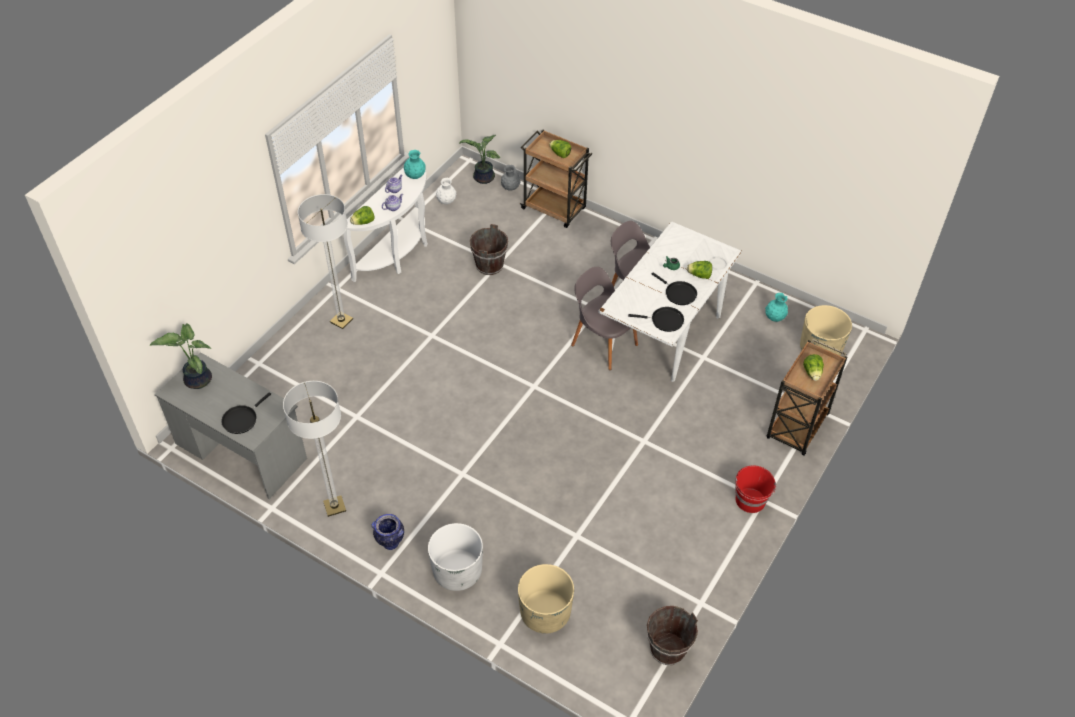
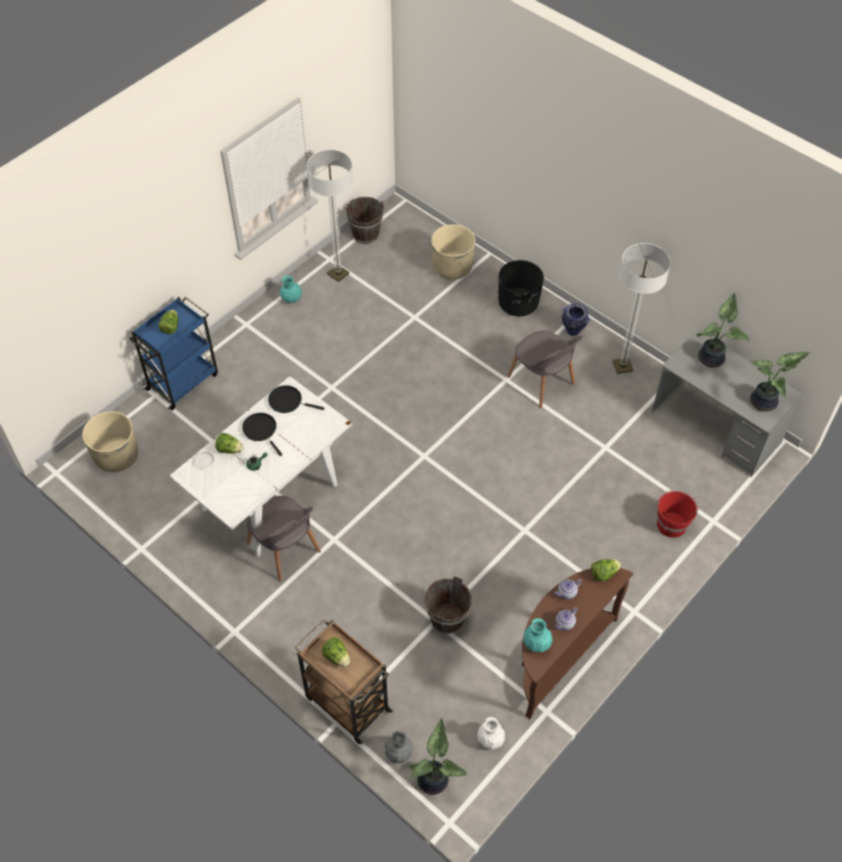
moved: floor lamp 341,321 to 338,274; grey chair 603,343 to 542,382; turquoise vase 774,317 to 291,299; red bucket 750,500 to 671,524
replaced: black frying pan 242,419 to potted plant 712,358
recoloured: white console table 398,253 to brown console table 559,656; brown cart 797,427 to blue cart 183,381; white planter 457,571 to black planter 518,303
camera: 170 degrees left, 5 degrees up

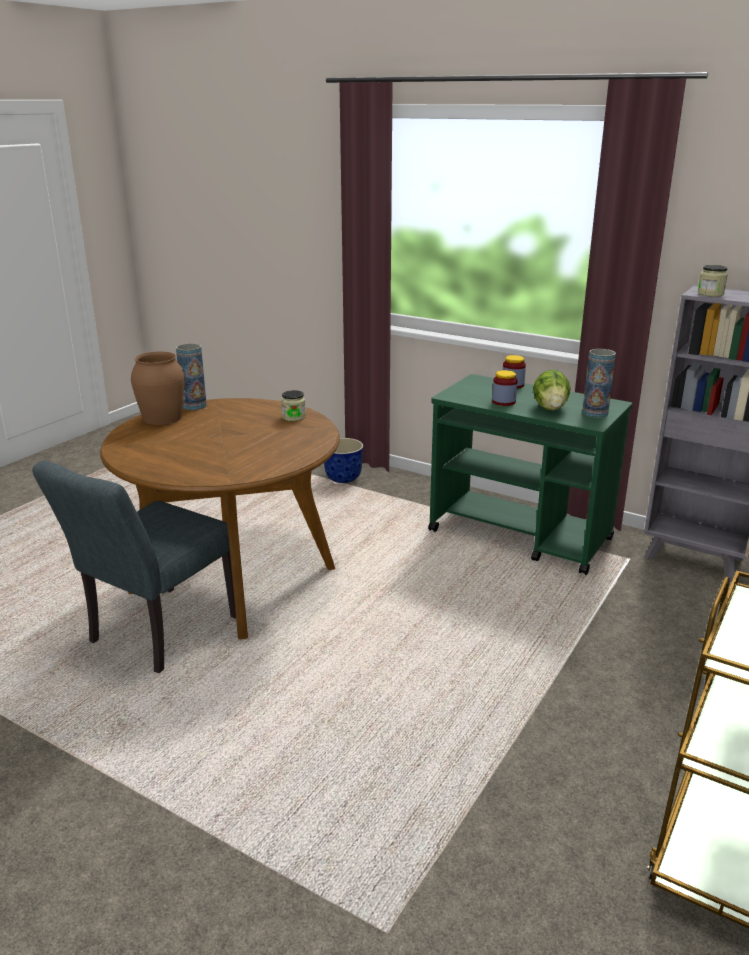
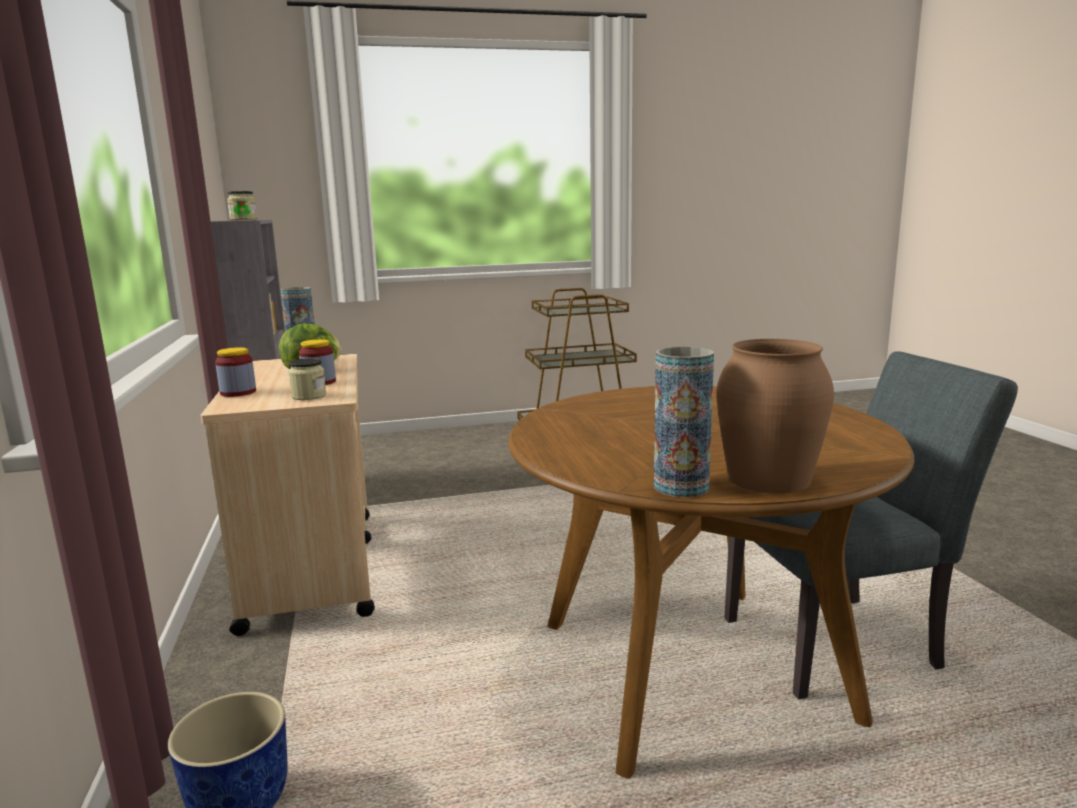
moved: jar 293,417 to 309,396
recoloured: green cart 521,535 to beige cart 312,567
camera: 135 degrees left, 10 degrees down

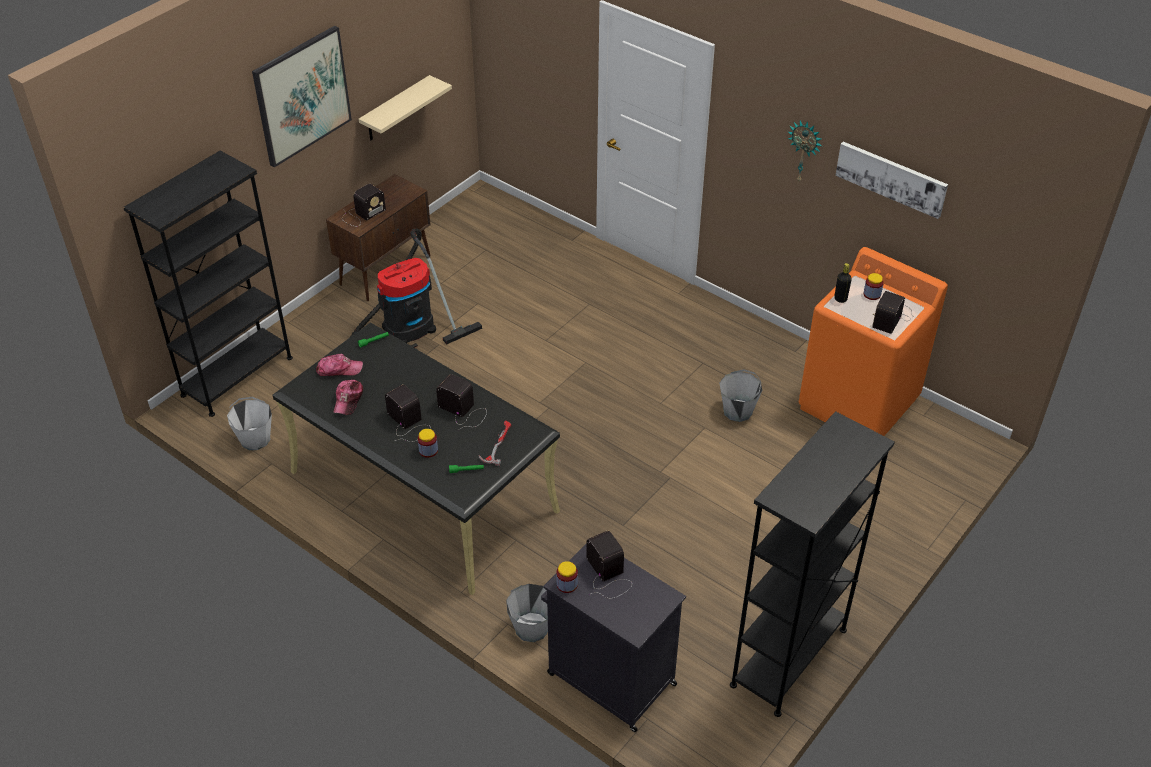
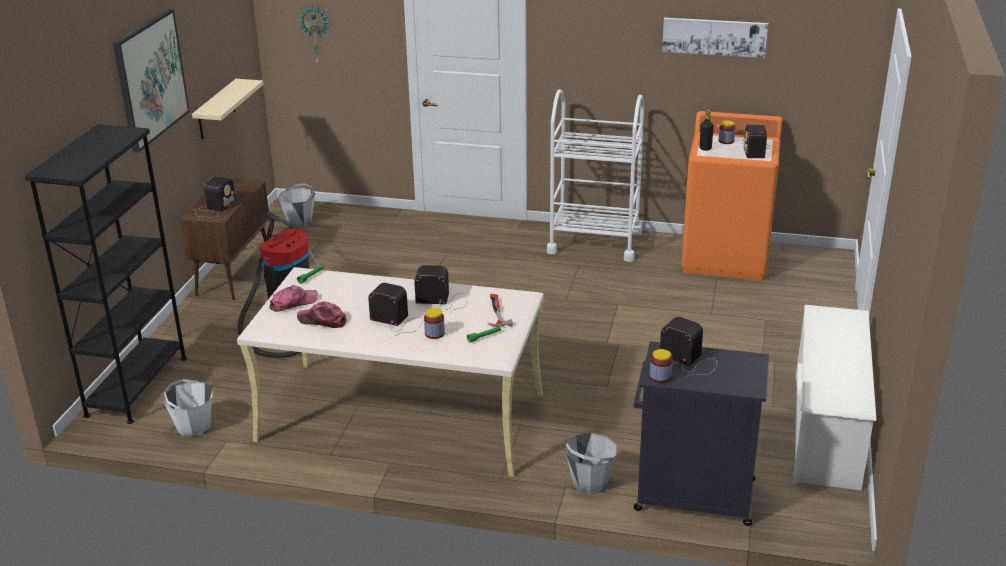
added: white cart 594,243
moved: wall clock 804,151 to 316,34; grey bucket 738,411 to 299,221
replaced: black bookcase 789,657 to white shoe rack 826,430
recoloured: black desk 422,491 to beige desk 400,417
turned: cap 348,400 = 322,321 120 degrees clockwise
camera: 25 degrees left, 15 degrees down

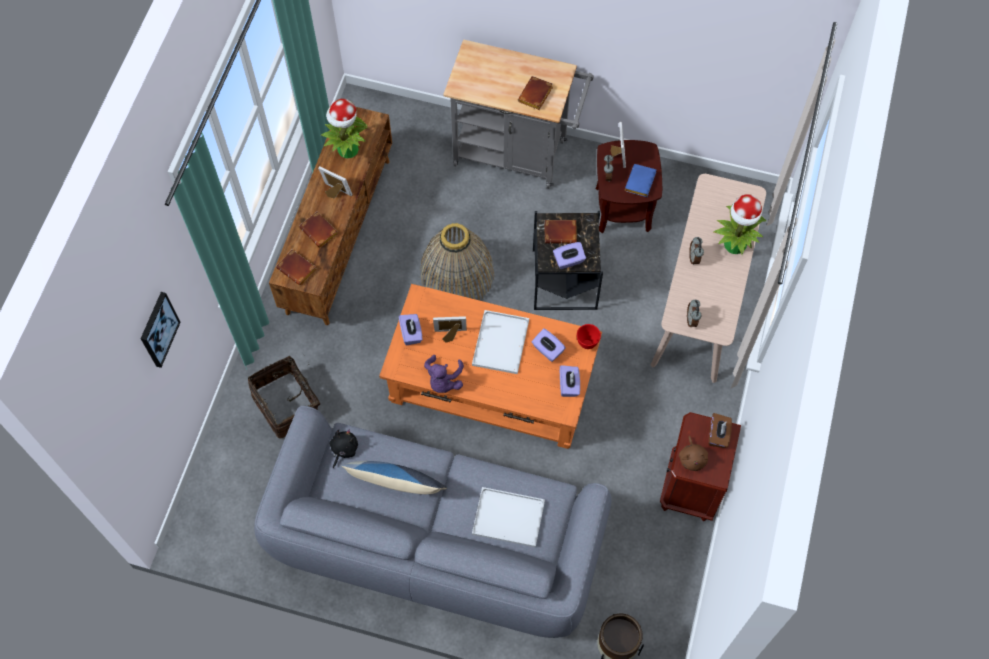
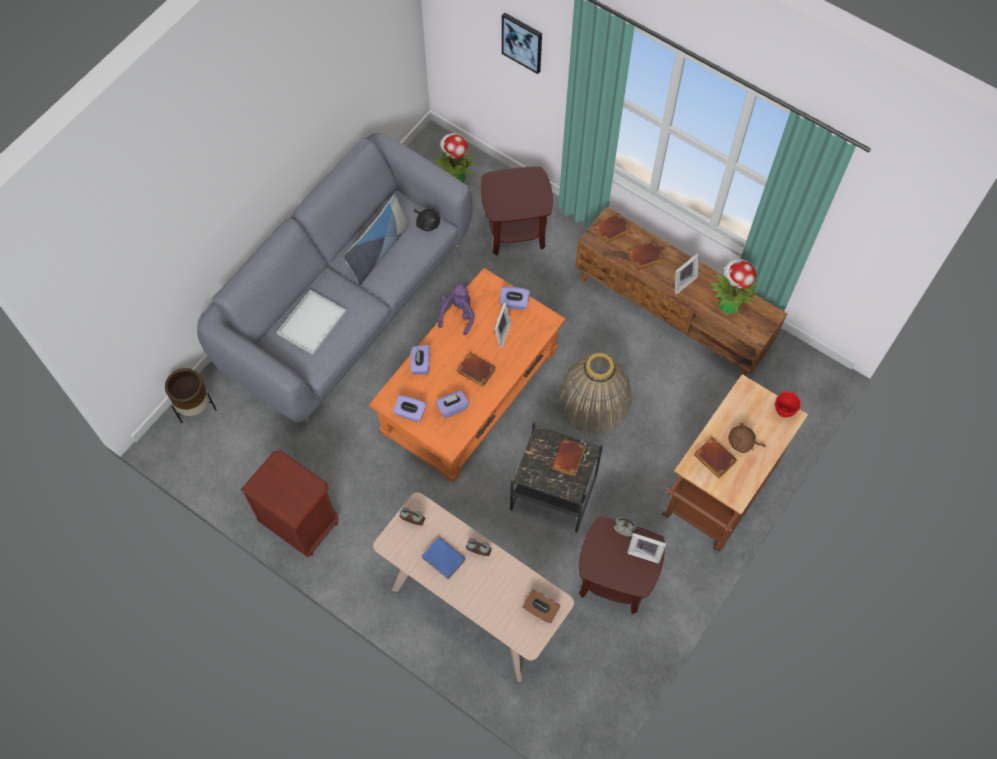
moved: blue book 641,183 to 442,559; potted plant 735,245 to 455,178; purple tissue box 569,260 to 420,364; red bowl 586,344 to 783,411; brown tissue box 718,435 to 540,610; brown plush toy 692,458 to 742,443
replaced: white tray 501,344 to brown book 474,371; basket 288,404 to brown side table 515,231
recoloured: grey cart 517,154 to brown cart 714,500
turned: purple plush toy 443,381 = 458,314 75 degrees clockwise
camera: 110 degrees right, 0 degrees up

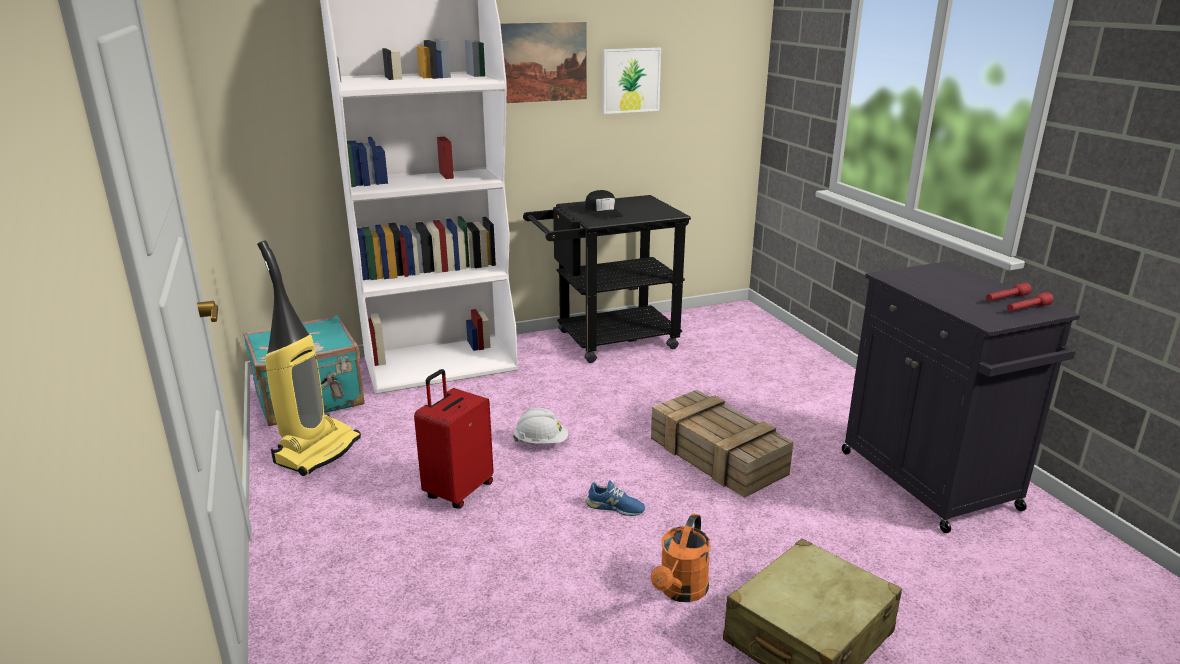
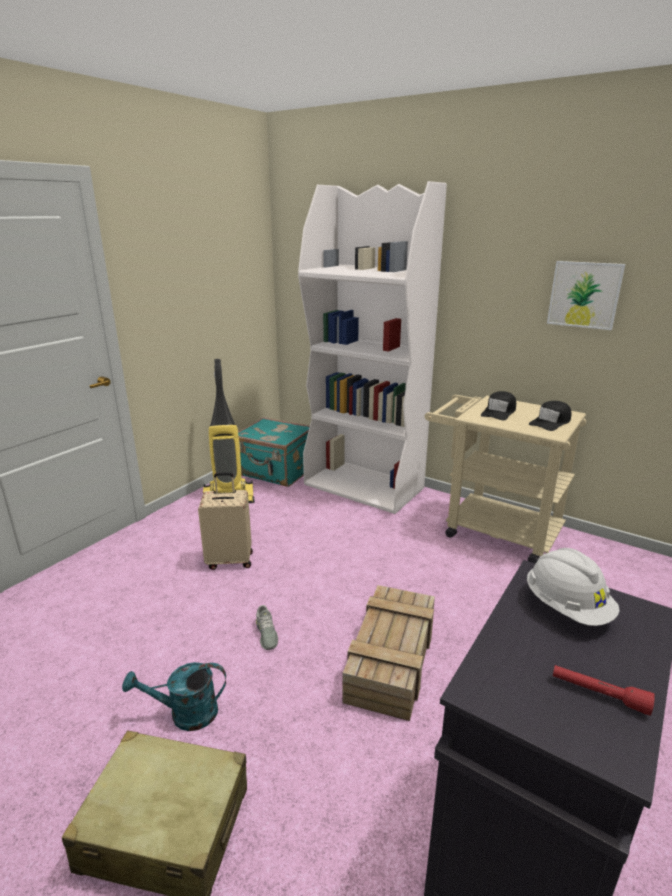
removed: picture 542,62; red flashlight 1027,309
added: black cap 550,422
moved: white hard hat 541,442 to 567,608
recoloured: black cart 606,341 to beige cart 491,529; red suitcase 458,491 to beige suitcase 230,560; blue shoe 615,507 to grey shoe 266,634; orange watering can 680,591 to turquoise watering can 185,714
camera: 55 degrees right, 0 degrees up

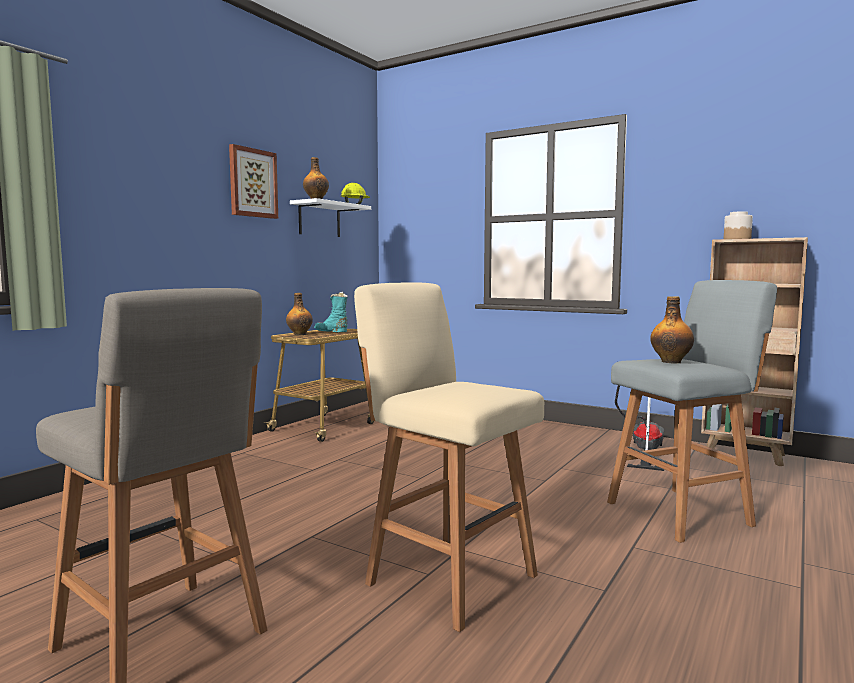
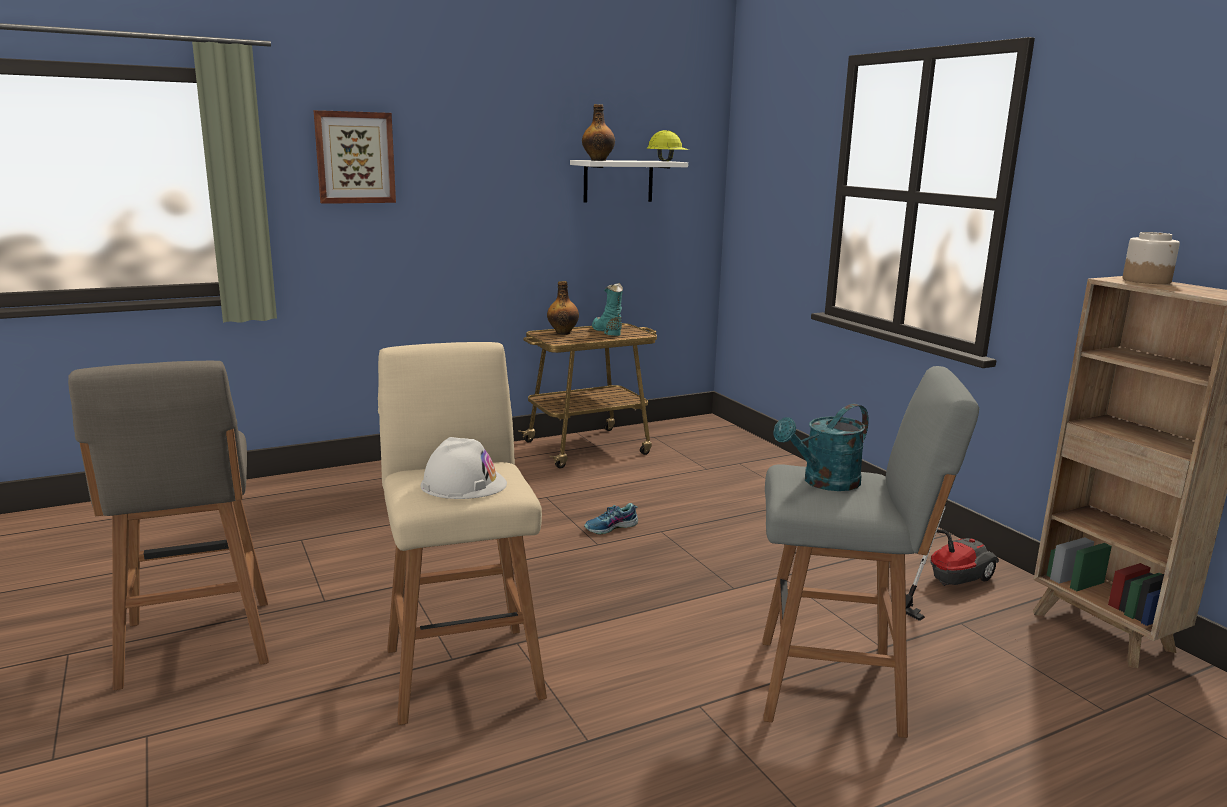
added: white hard hat 463,484; shoe 611,527
moved: picture 252,183 to 355,157
replaced: bottle 671,361 to turquoise watering can 824,483
camera: 30 degrees right, 10 degrees up

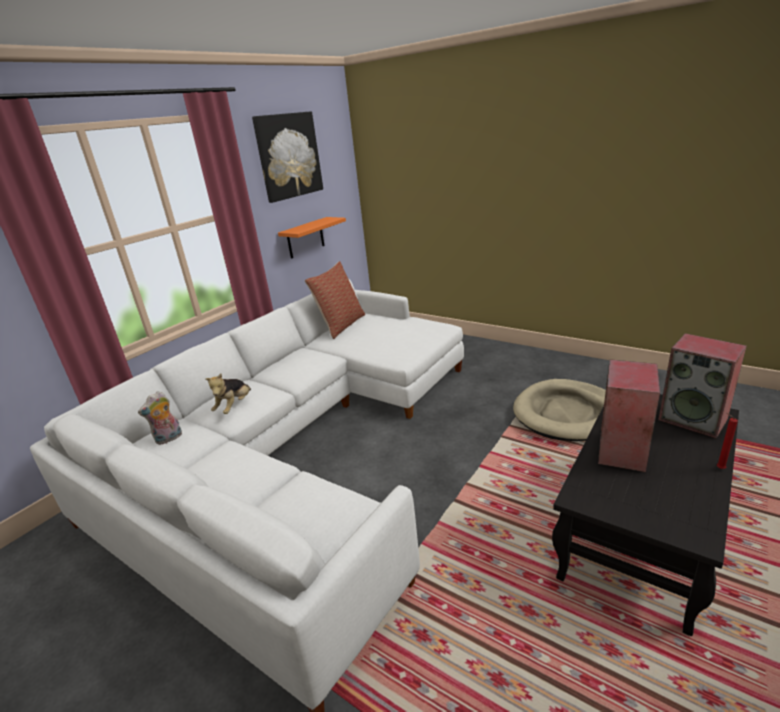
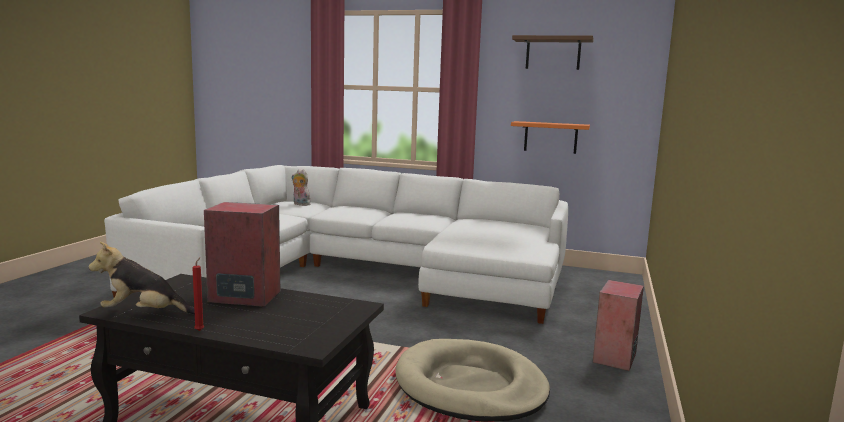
removed: pillow 341,325
moved: speaker 693,419 to 615,358; plush toy 234,406 to 144,313
replaced: picture 288,156 to brown shelf 553,53
camera: 70 degrees right, 15 degrees down

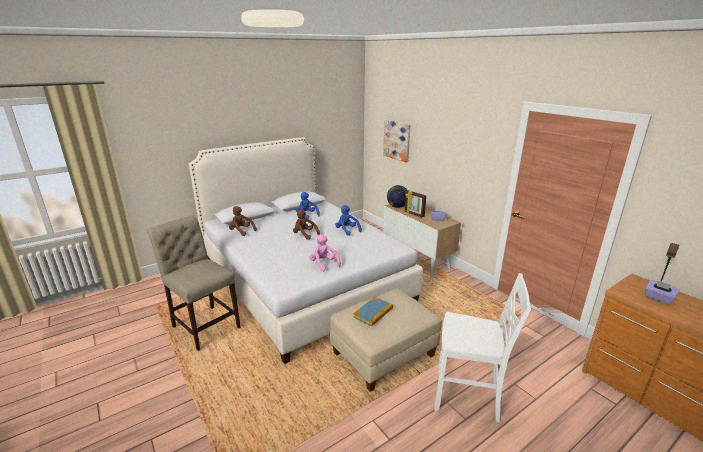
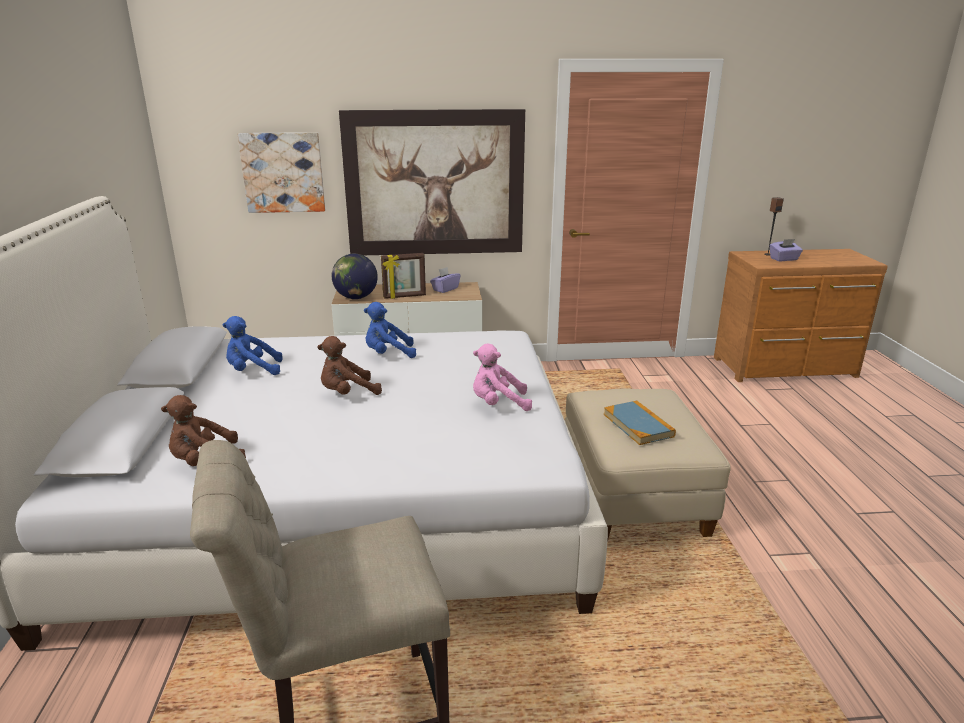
removed: white chair 468,397
added: picture 435,184
camera: 60 degrees left, 0 degrees up

